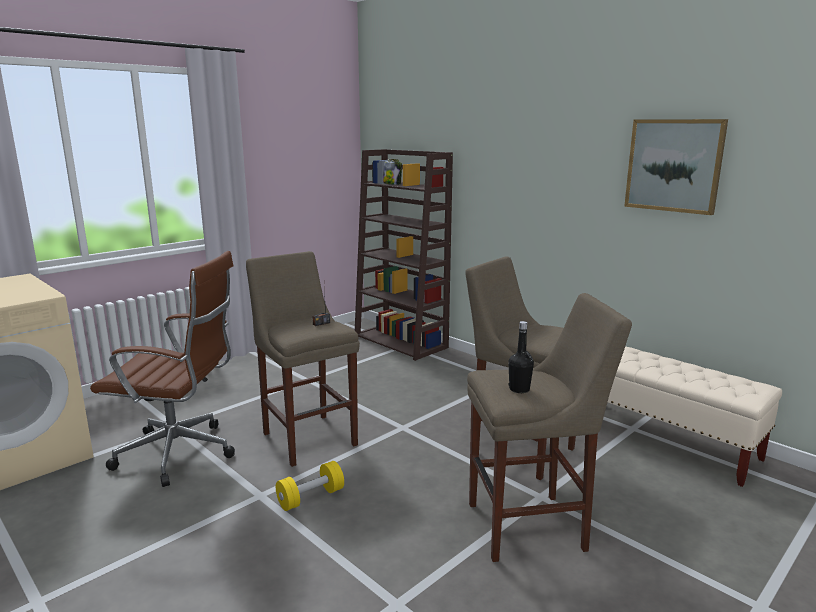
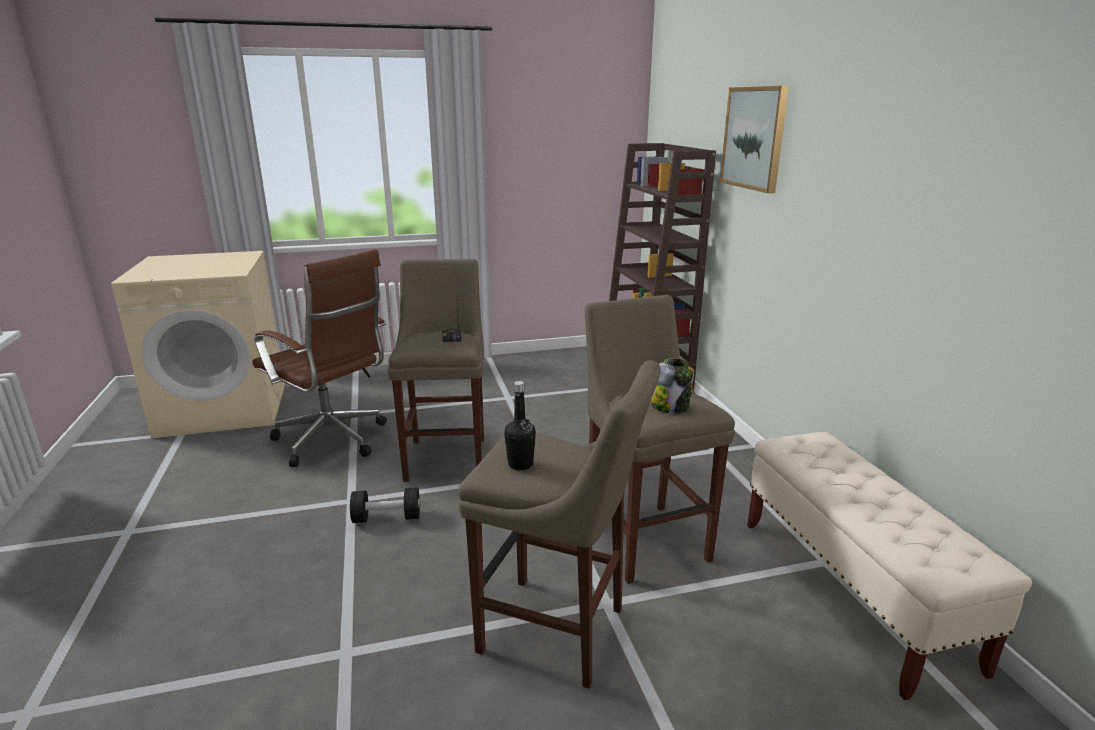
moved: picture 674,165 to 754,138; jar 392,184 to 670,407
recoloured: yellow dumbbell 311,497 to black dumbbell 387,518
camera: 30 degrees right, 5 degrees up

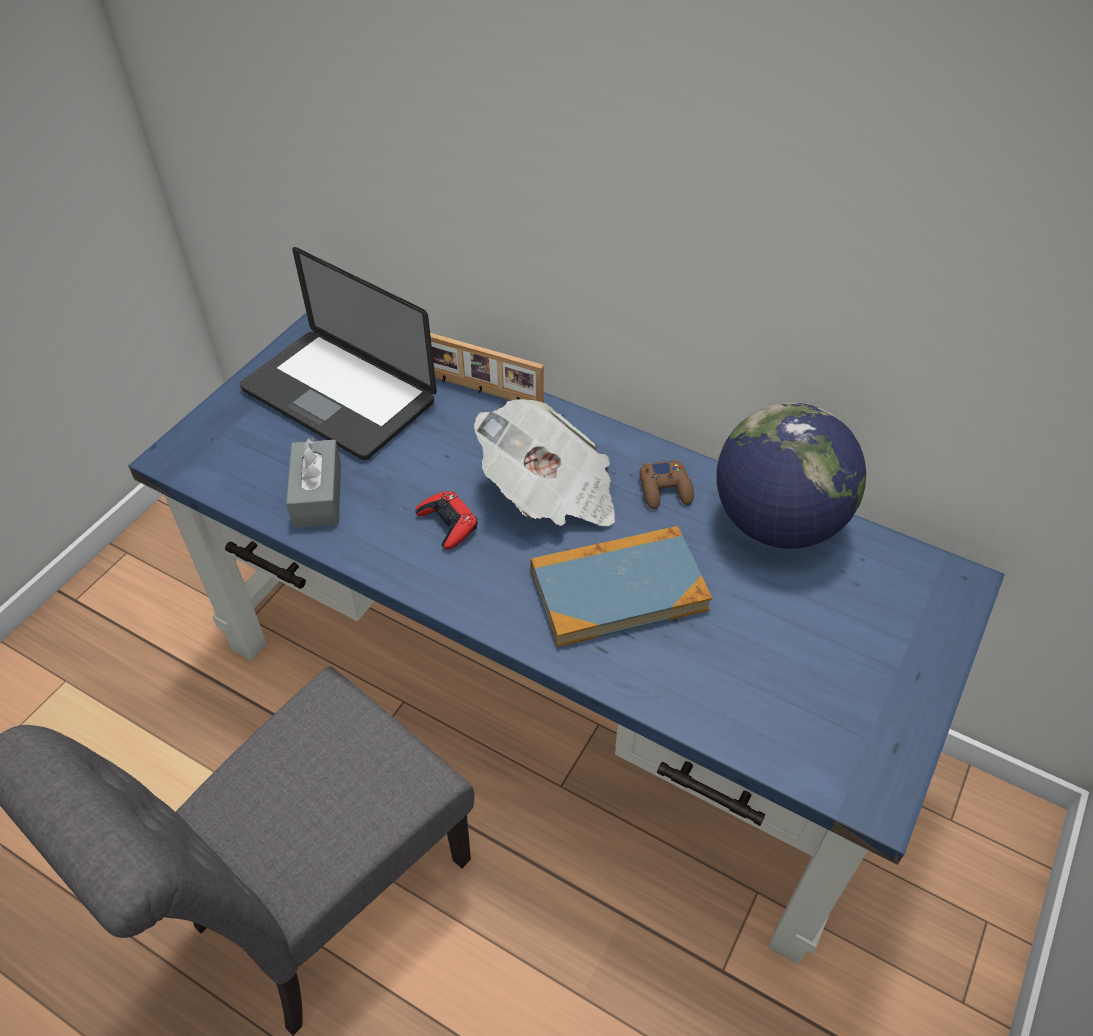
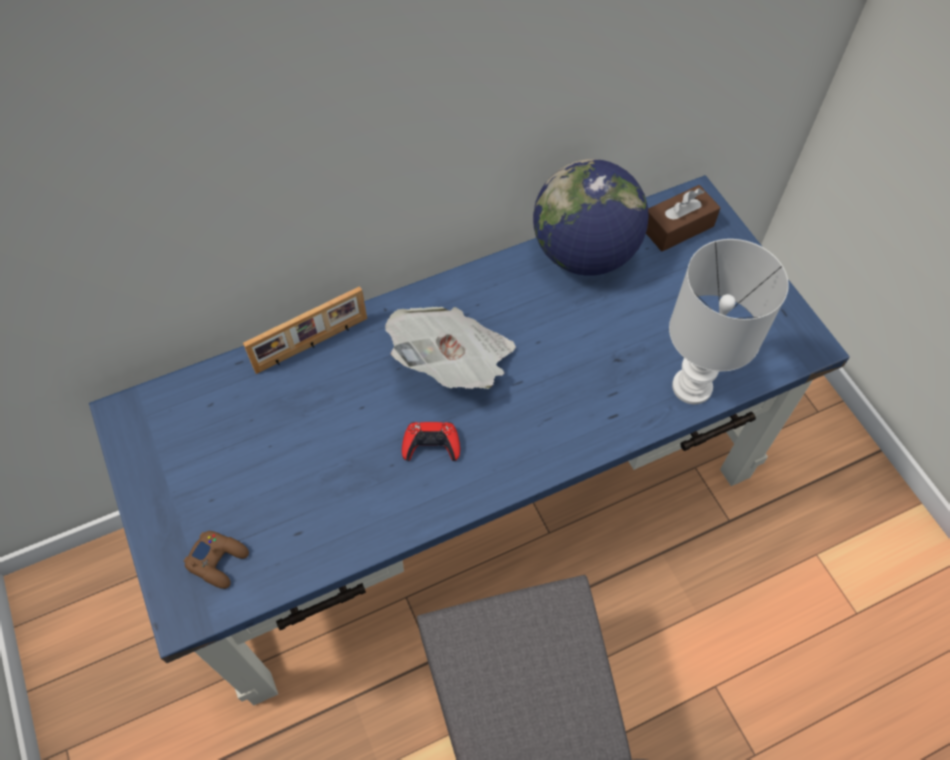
removed: laptop 339,396; grey tissue box 317,495; book 618,589
added: brown tissue box 677,227; white table lamp 693,387
moved: brown game controller 665,490 to 218,561
camera: 55 degrees left, 10 degrees up

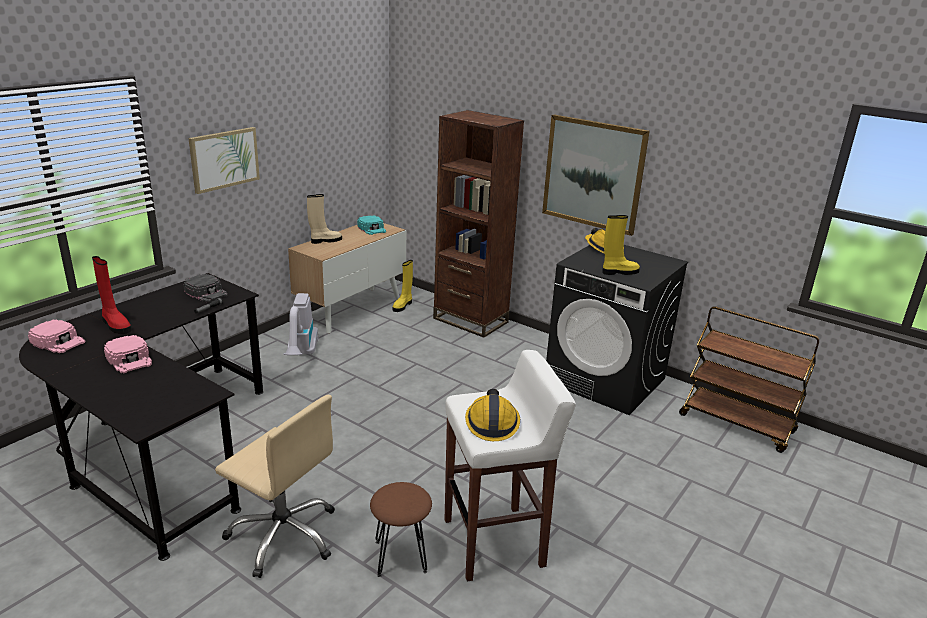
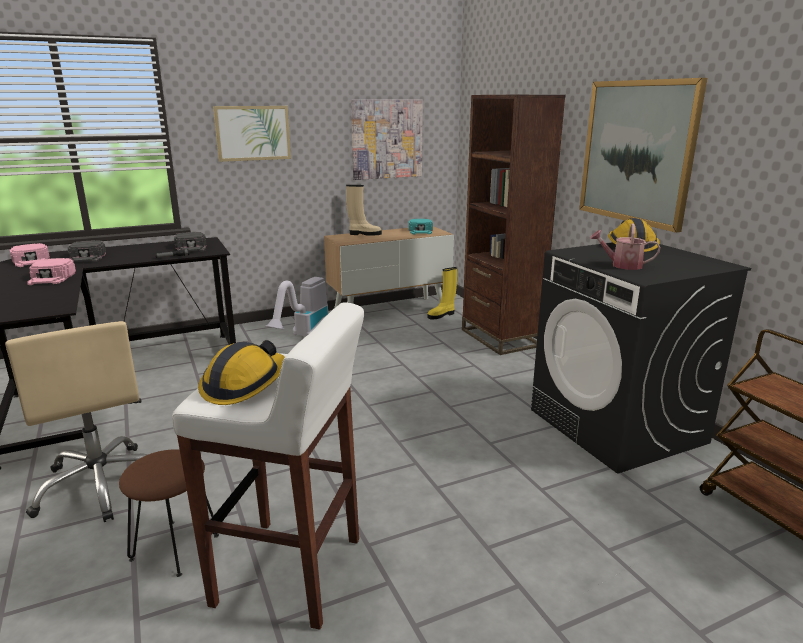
added: picture 387,139
replaced: yellow boot 619,272 to watering can 622,265; red boot 115,325 to black cap 87,257
camera: 30 degrees right, 5 degrees down

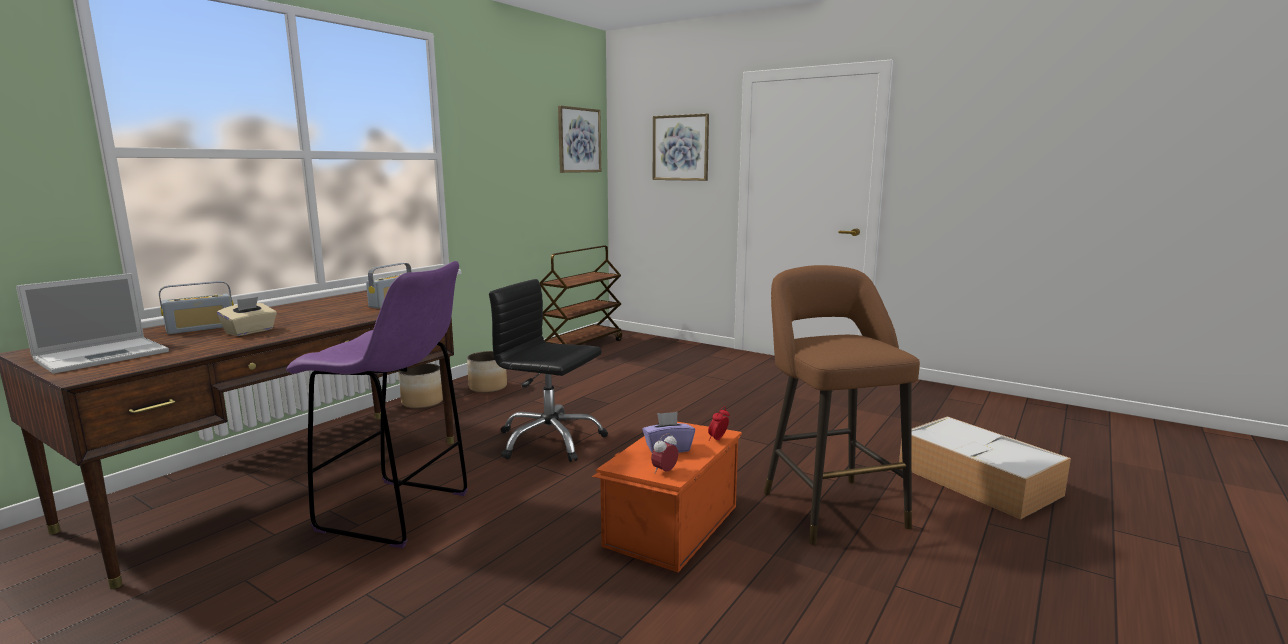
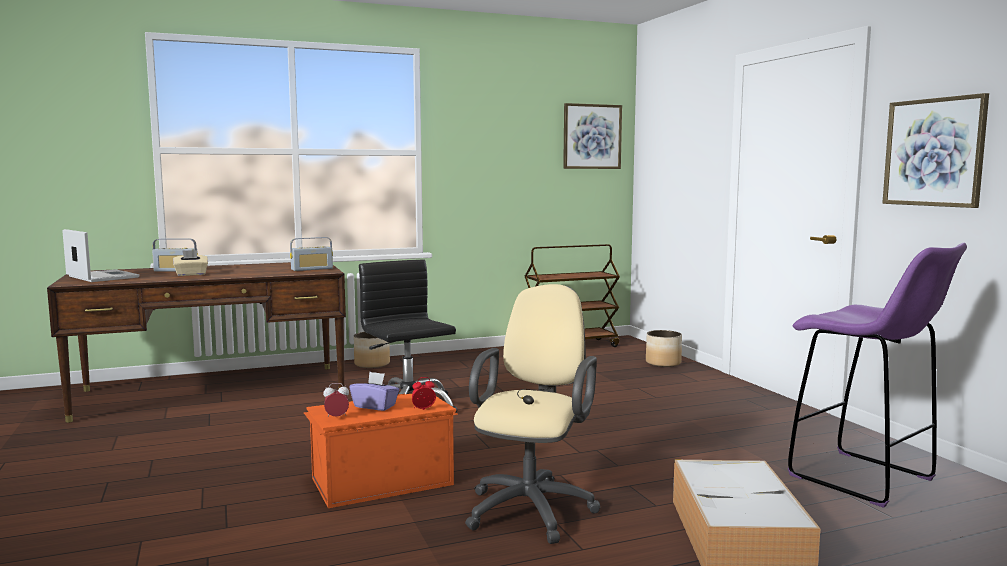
moved: picture 680,148 to 934,152; purple stool 398,512 to 865,479; planter 488,387 to 663,363
replaced: brown stool 829,505 to beige office chair 533,507
turned: laptop 104,355 = 101,277 120 degrees counterclockwise
camera: 35 degrees right, 5 degrees down

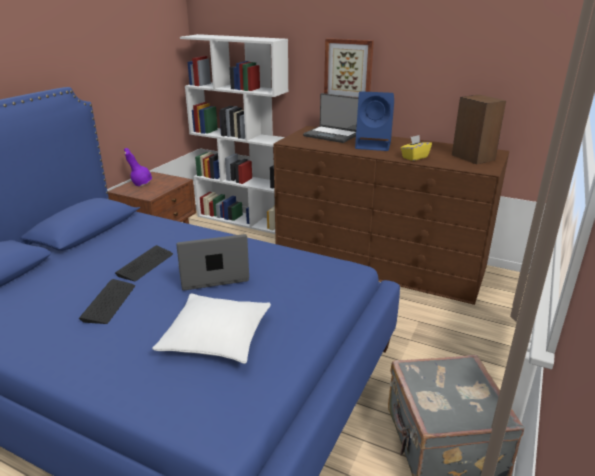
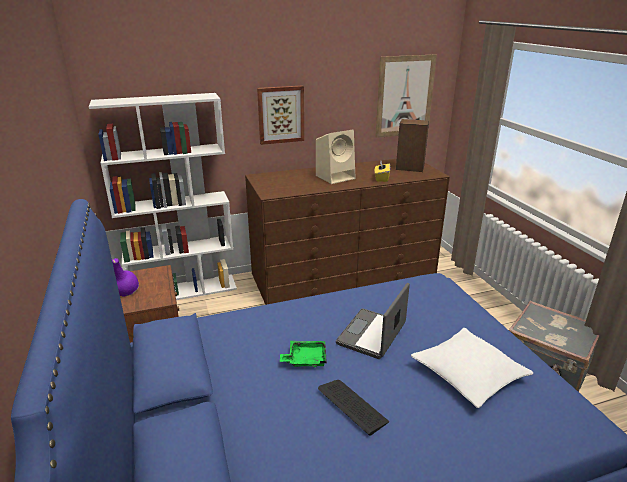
removed: laptop 332,135
added: picture 404,96
replaced: keyboard 145,264 to green tray 305,359
recoloured: blue speaker 374,145 to beige speaker 336,177
camera: 45 degrees left, 0 degrees up

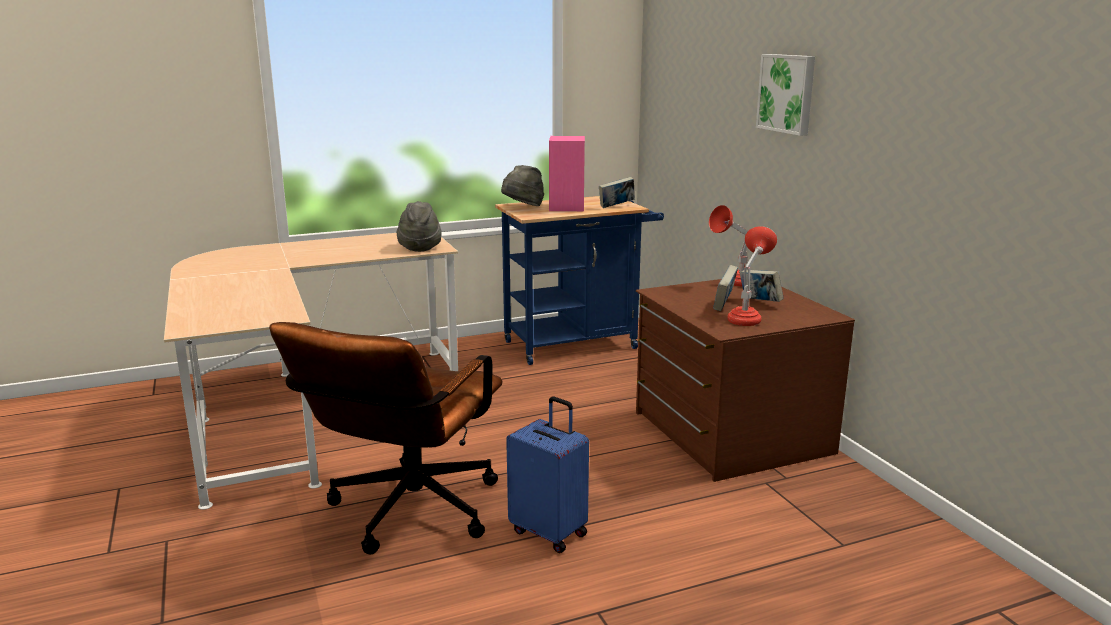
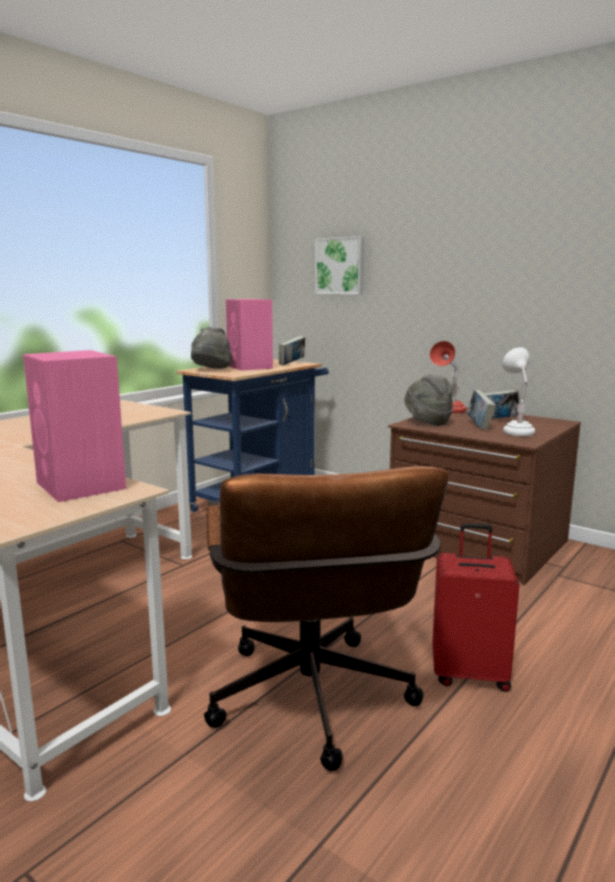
added: pink speaker 81,486
moved: picture 787,93 to 340,266; grey hat 420,247 to 427,422
recoloured: red table lamp 747,318 to white table lamp 516,431; blue suitcase 550,532 to red suitcase 470,673
camera: 30 degrees left, 5 degrees down

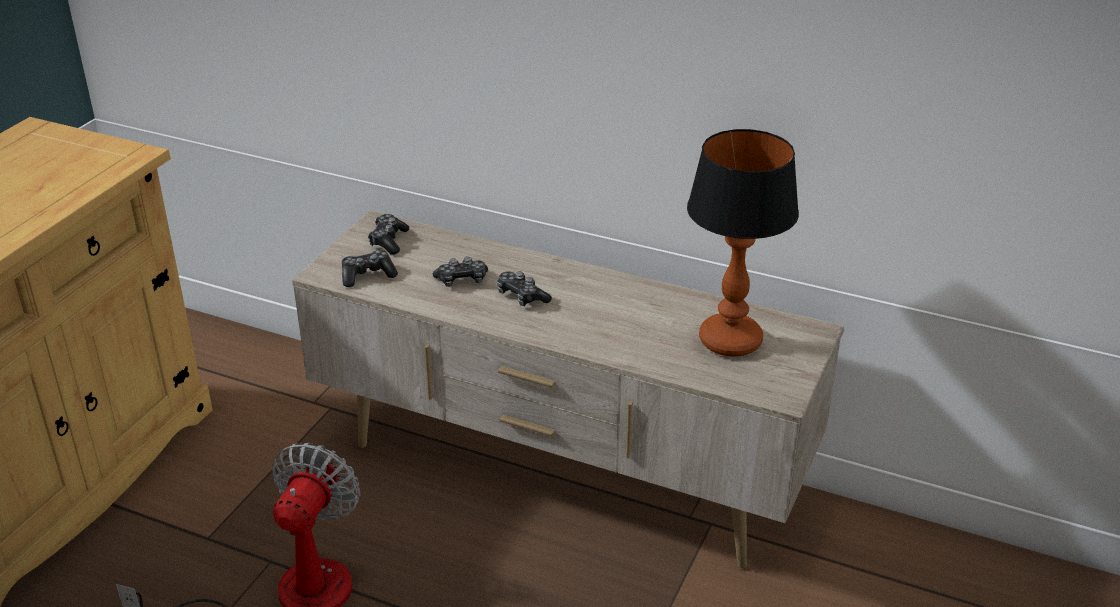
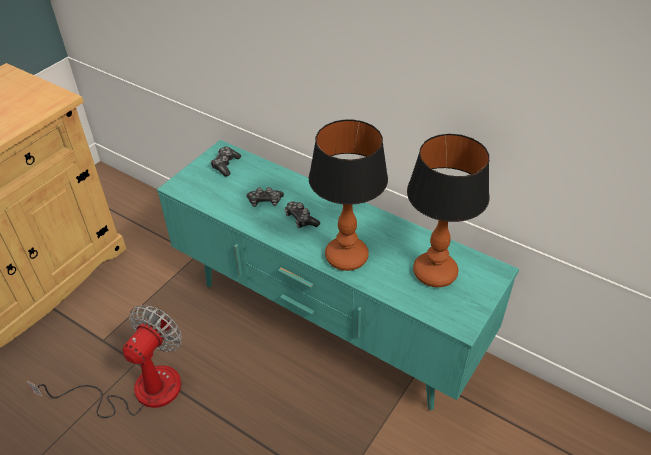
removed: game controller 367,275
added: table lamp 347,256
recoloured: beige tv stand 560,475 to turquoise tv stand 326,323
camera: 10 degrees right, 10 degrees up

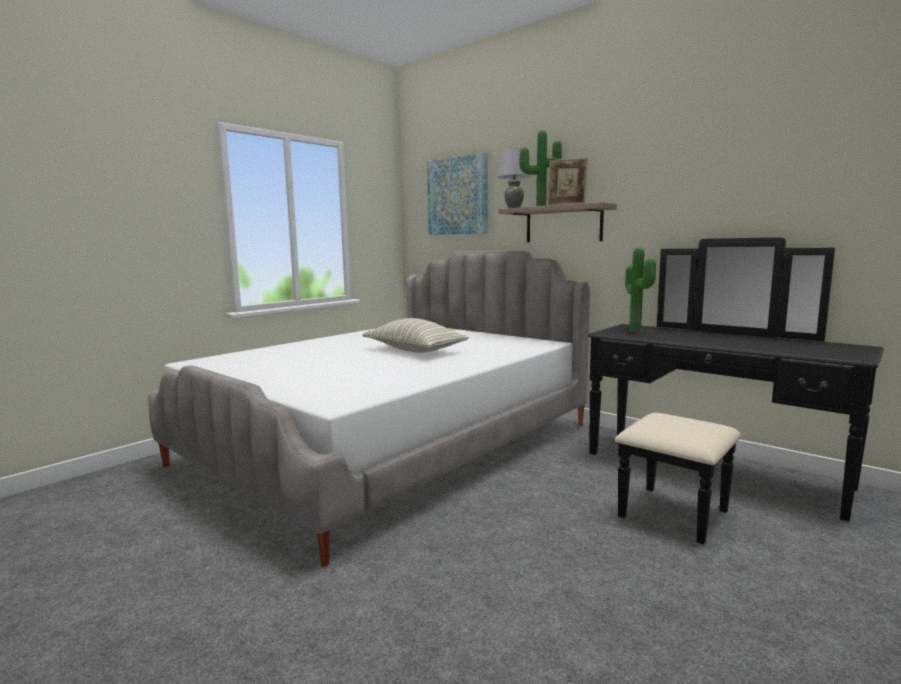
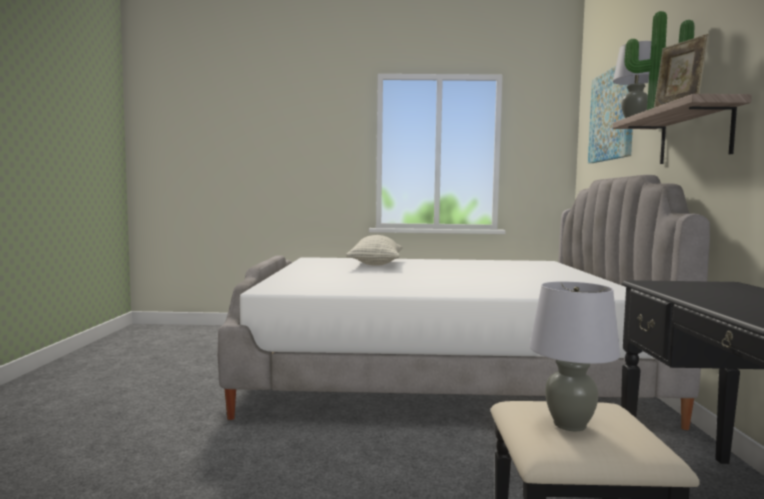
removed: potted plant 637,331
added: grey table lamp 569,425
moved: pillow 414,351 to 376,264
camera: 50 degrees right, 5 degrees down

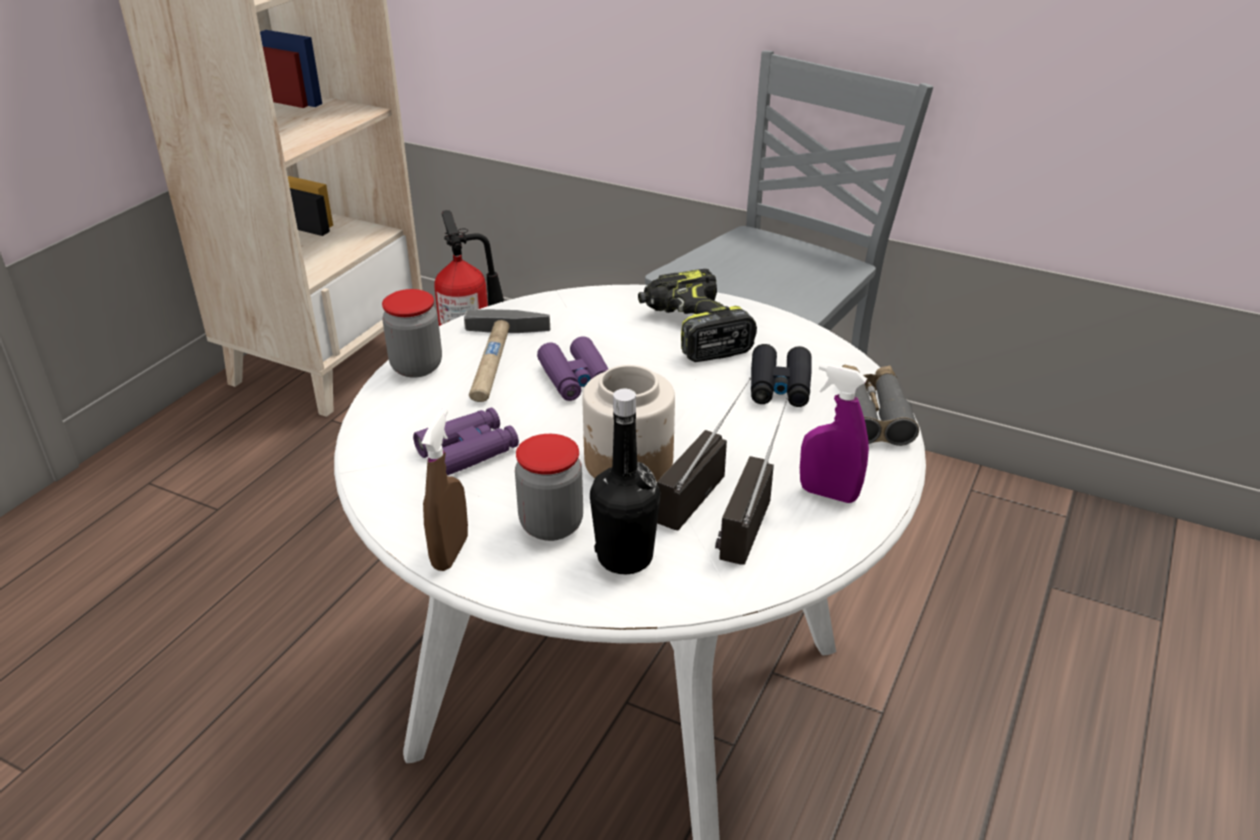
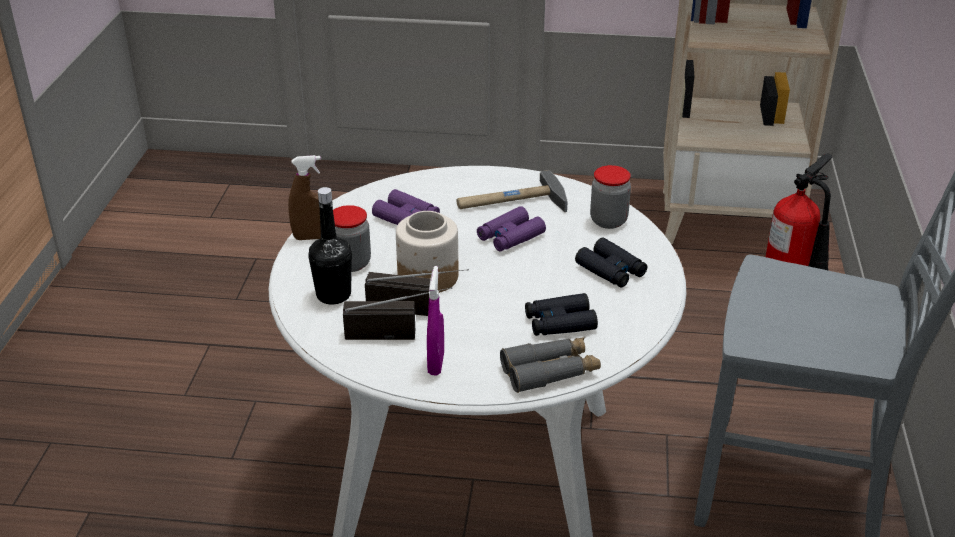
moved: jar 416,367 to 608,221
replaced: power drill 693,330 to black binoculars 611,270
camera: 70 degrees right, 0 degrees up

